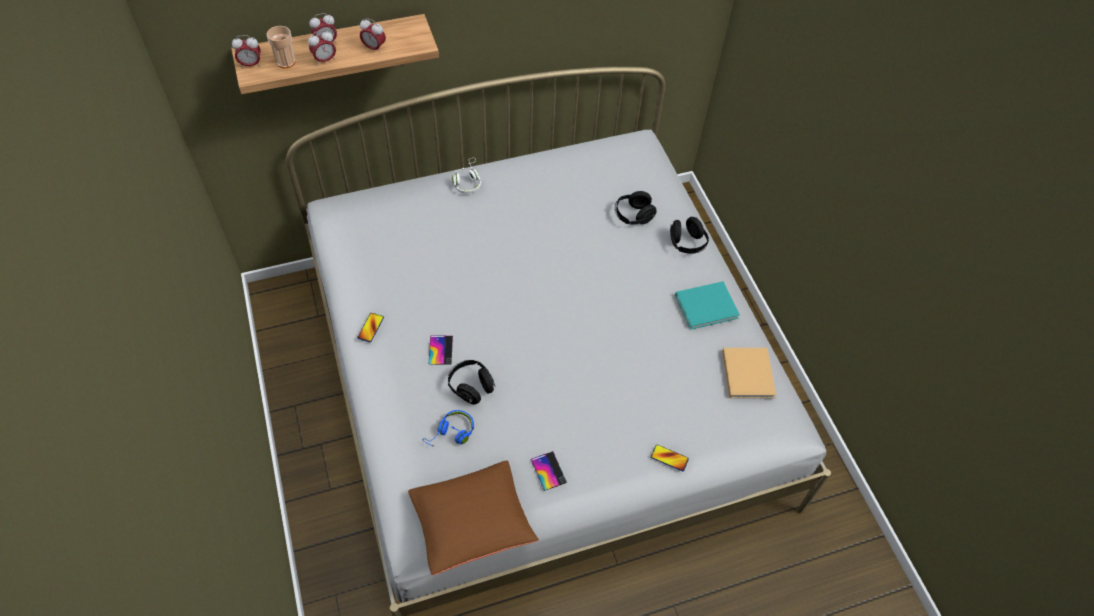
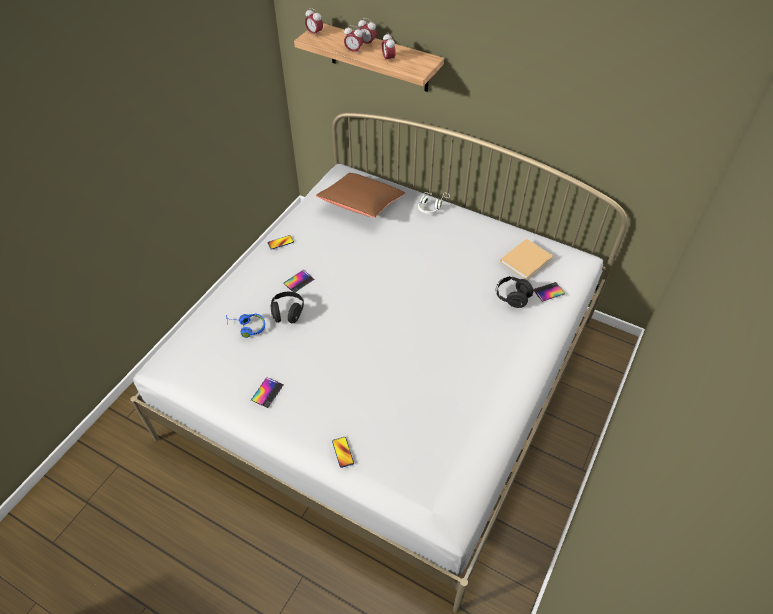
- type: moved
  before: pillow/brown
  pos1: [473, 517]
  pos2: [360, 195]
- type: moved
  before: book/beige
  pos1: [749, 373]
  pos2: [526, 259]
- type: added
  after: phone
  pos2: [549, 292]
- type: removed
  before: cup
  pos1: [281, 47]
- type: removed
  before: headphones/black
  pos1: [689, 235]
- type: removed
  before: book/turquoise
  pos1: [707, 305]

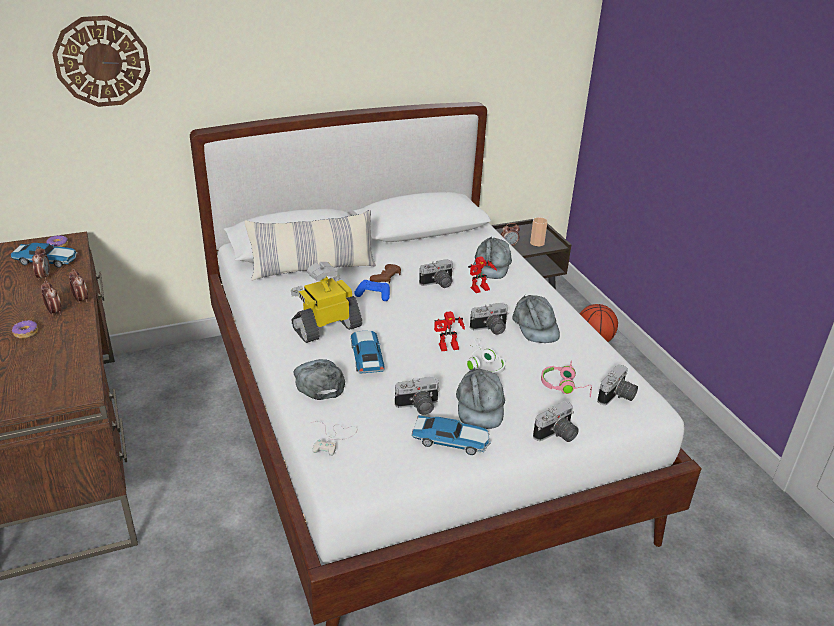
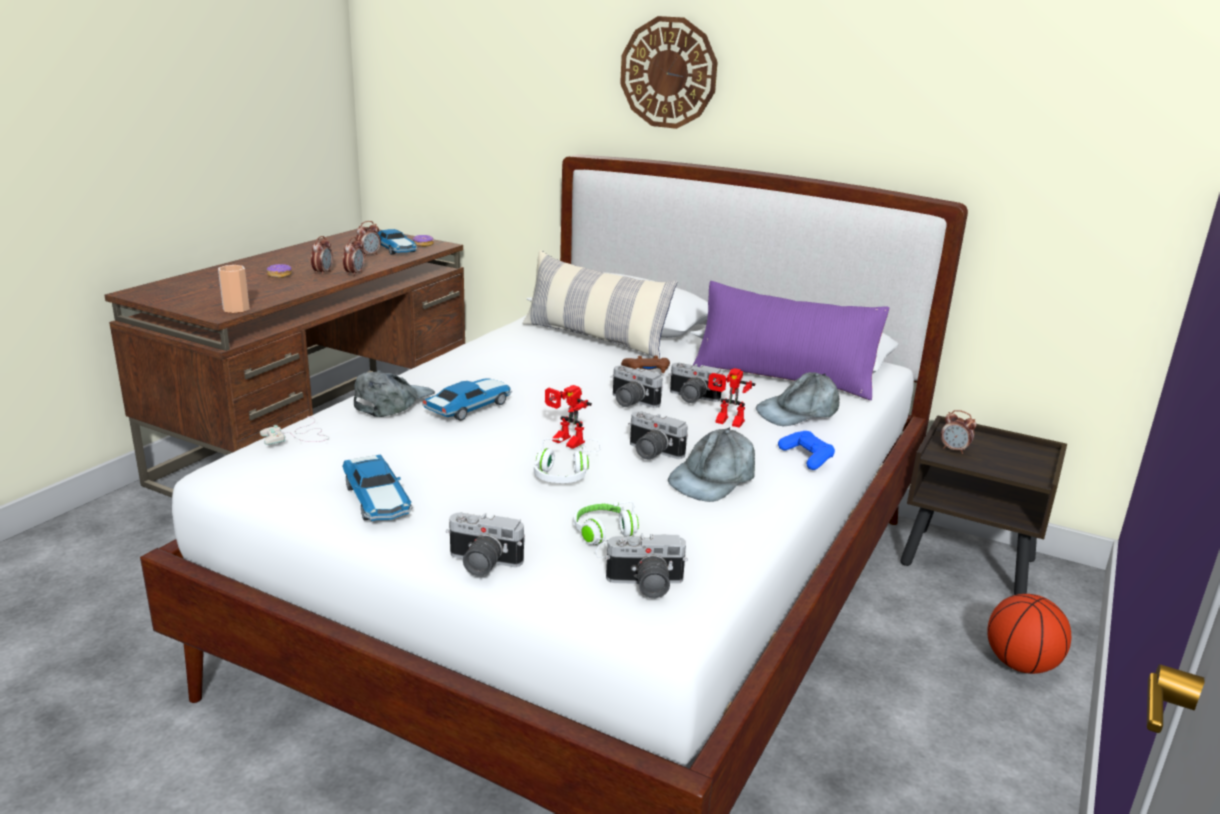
- type: moved
  before: cup
  pos1: [539, 232]
  pos2: [234, 289]
- type: recoloured
  before: headphones/pink
  after: headphones/white
  pos1: [566, 379]
  pos2: [606, 529]
- type: moved
  before: photo camera
  pos1: [417, 395]
  pos2: [637, 386]
- type: moved
  before: wall clock
  pos1: [101, 61]
  pos2: [669, 72]
- type: added
  after: pillow/purple
  pos2: [791, 340]
- type: moved
  before: game controller/blue
  pos1: [372, 290]
  pos2: [806, 450]
- type: removed
  before: toy robot
  pos1: [326, 302]
- type: removed
  before: cap/grey
  pos1: [480, 398]

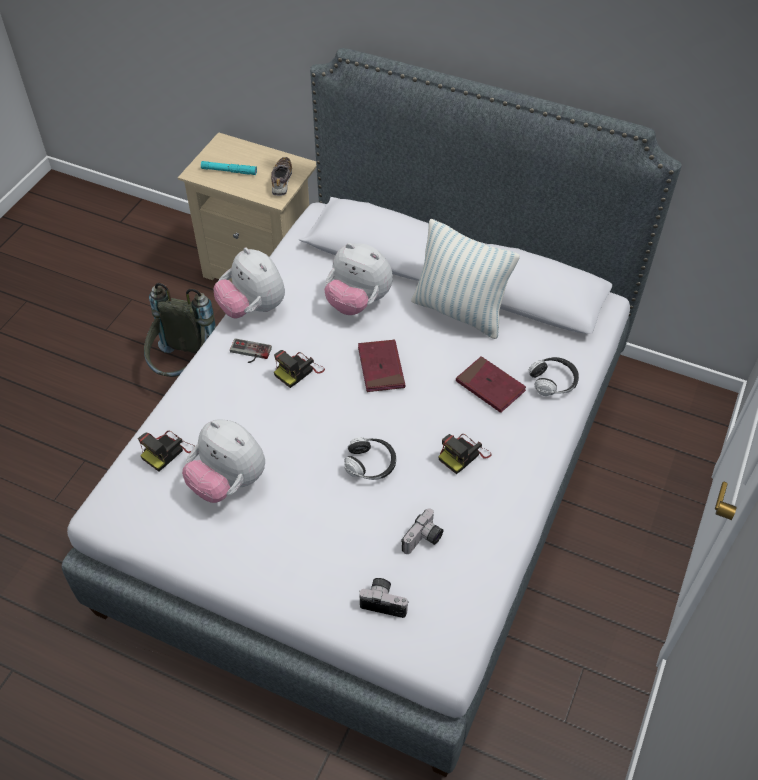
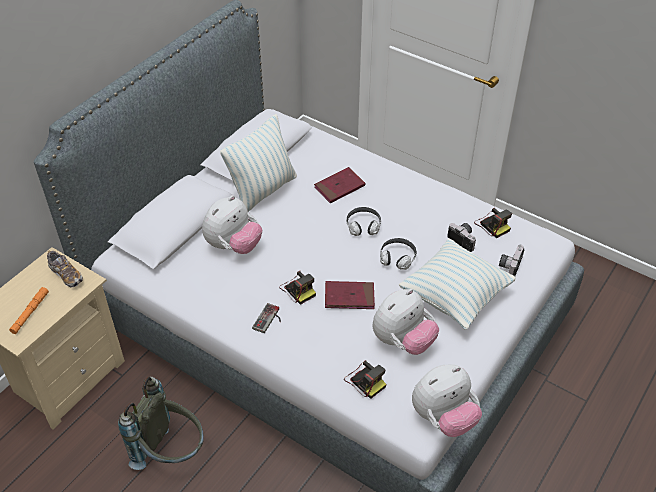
- type: recoloured
  before: flashlight/turquoise
  after: flashlight/orange
  pos1: [229, 168]
  pos2: [29, 310]
- type: turned
  before: shoe
  pos1: [281, 176]
  pos2: [65, 269]
  turn: -150
- type: moved
  before: book/red
  pos1: [381, 366]
  pos2: [350, 295]
- type: moved
  before: headphones
  pos1: [554, 376]
  pos2: [363, 221]
- type: added
  after: pillow
  pos2: [457, 284]
- type: moved
  before: plush toy
  pos1: [249, 283]
  pos2: [447, 401]
- type: moved
  before: photo camera
  pos1: [465, 454]
  pos2: [493, 223]

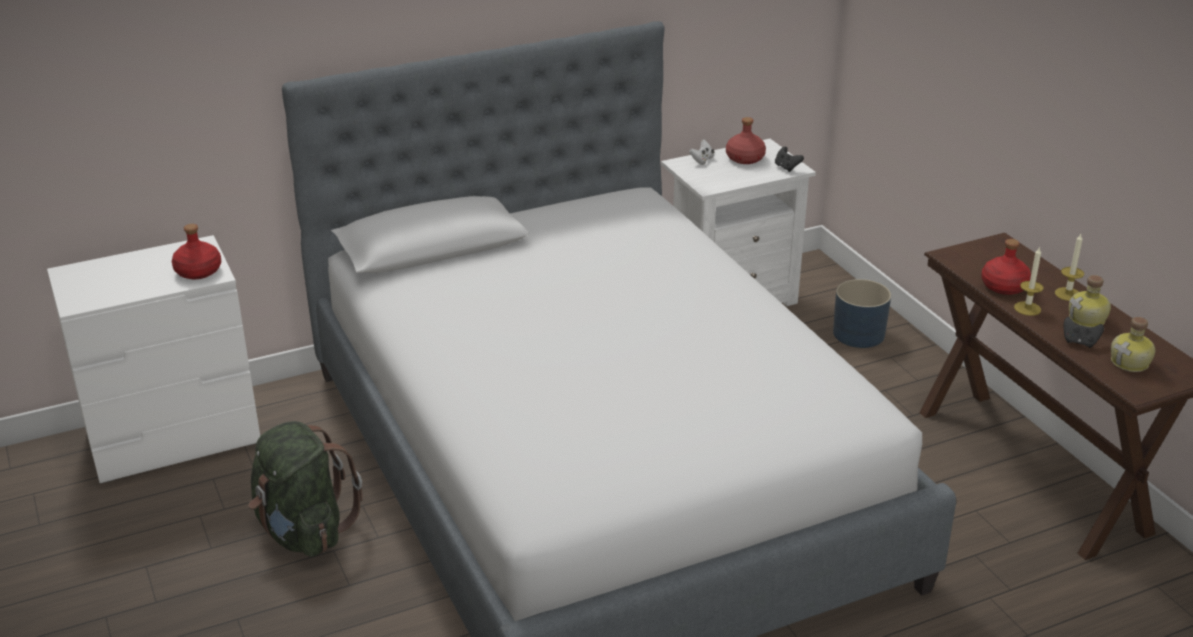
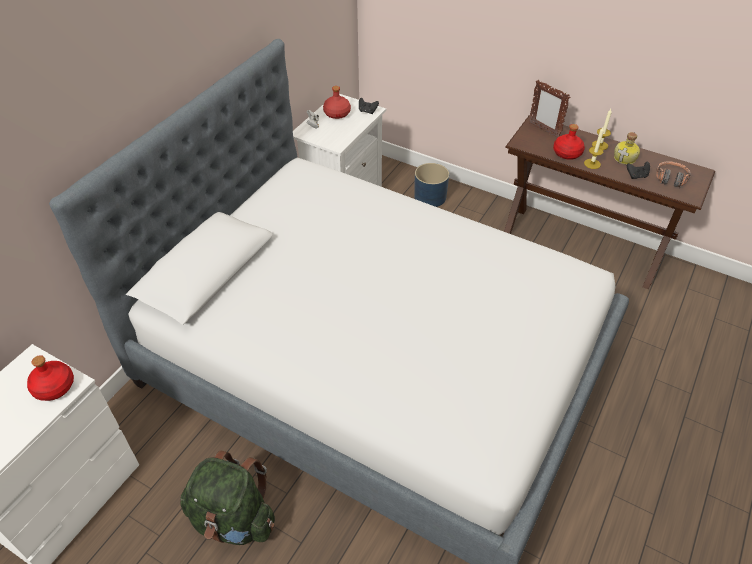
- type: added
  after: picture frame
  pos2: [549, 109]
- type: replaced
  before: bottle
  after: headphones
  pos1: [1133, 344]
  pos2: [673, 175]

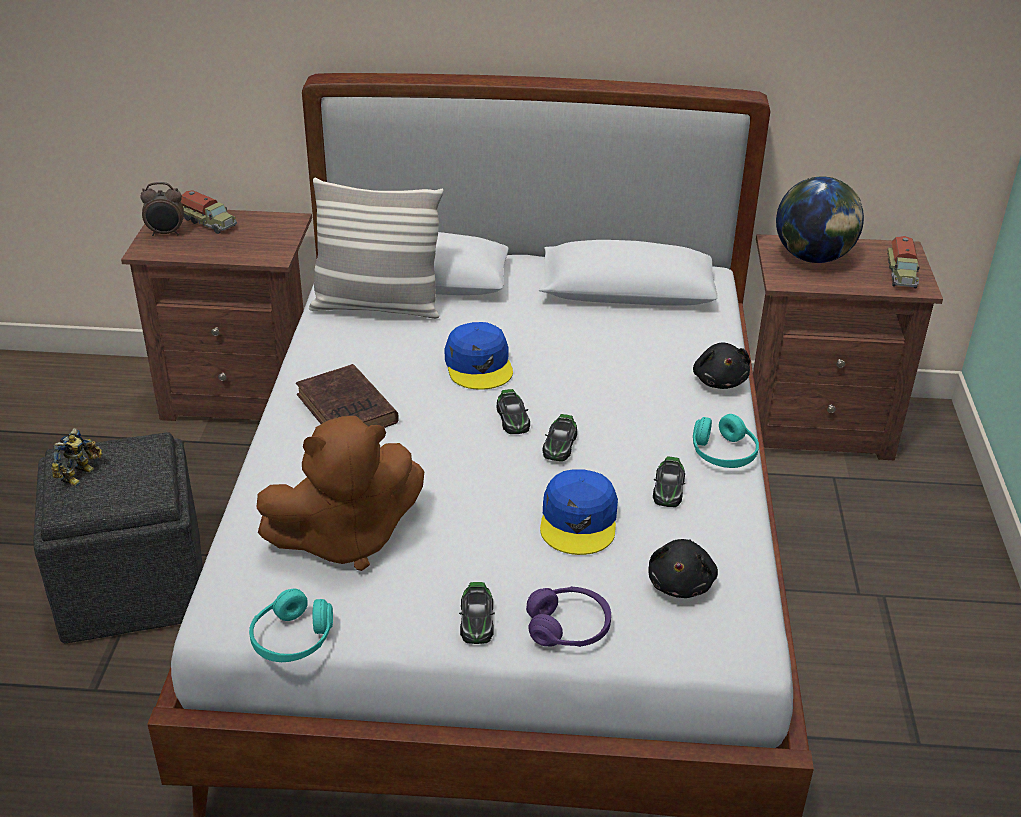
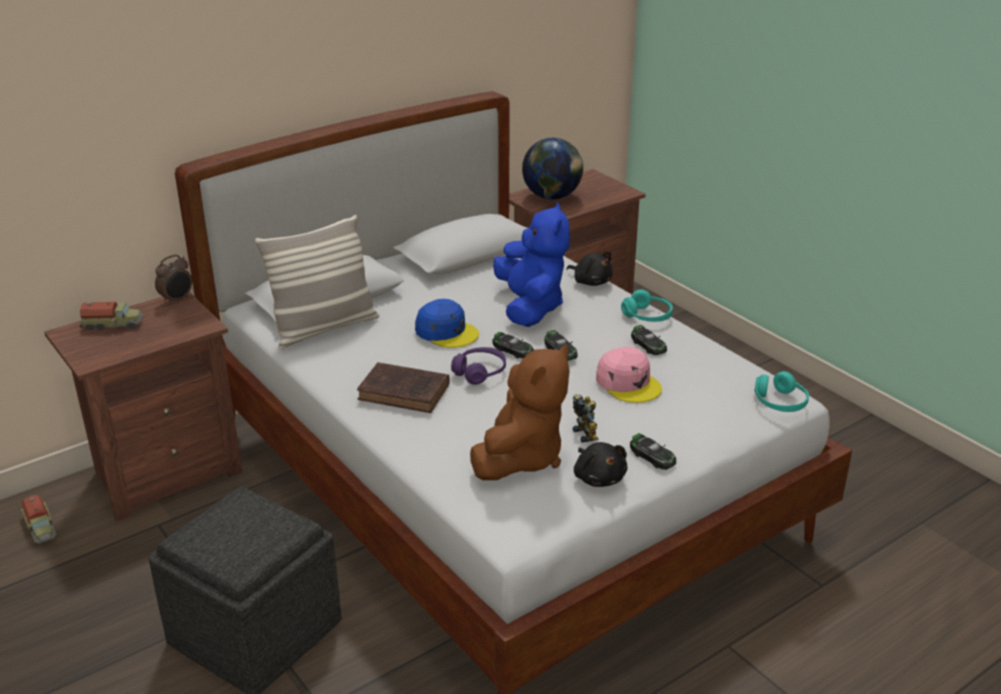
- type: moved
  before: toy truck
  pos1: [903, 262]
  pos2: [38, 520]
- type: moved
  before: alarm clock
  pos1: [162, 209]
  pos2: [173, 279]
- type: moved
  before: headphones/purple
  pos1: [568, 616]
  pos2: [478, 366]
- type: added
  after: plush toy/blue
  pos2: [531, 265]
- type: moved
  before: toy robot
  pos1: [76, 457]
  pos2: [586, 418]
- type: moved
  before: plush toy/black
  pos1: [683, 568]
  pos2: [600, 464]
- type: recoloured
  before: cap/blue
  after: cap/pink
  pos1: [579, 512]
  pos2: [629, 375]
- type: moved
  before: headphones/turquoise
  pos1: [291, 625]
  pos2: [781, 391]

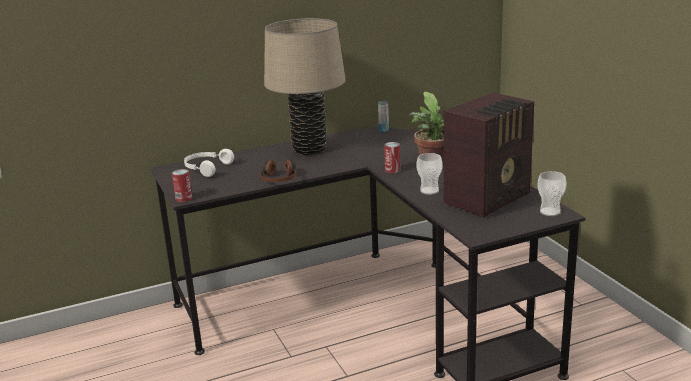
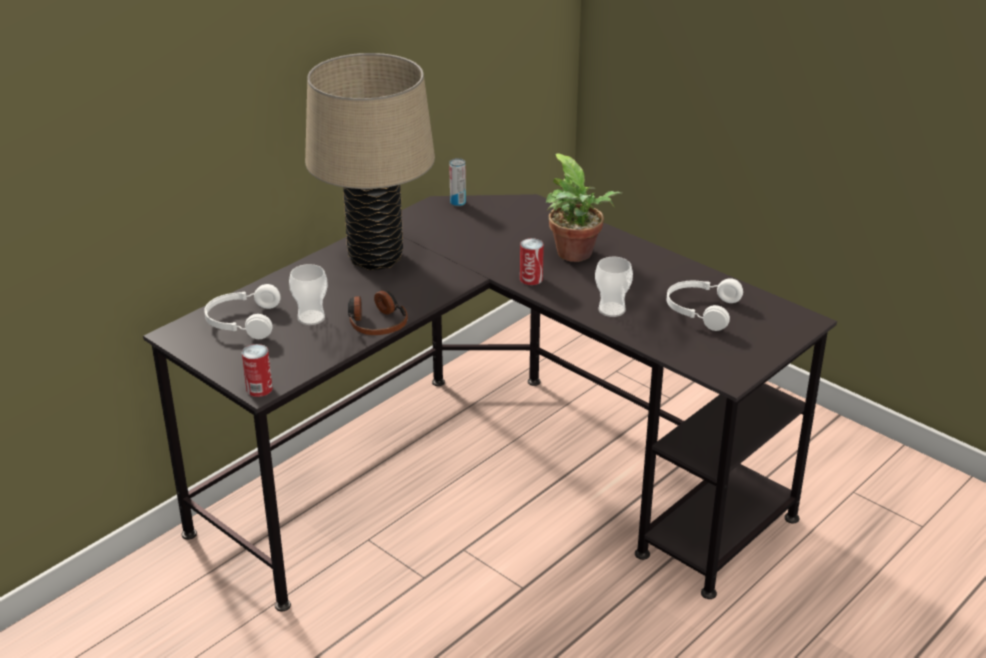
- type: moved
  before: cup
  pos1: [551, 193]
  pos2: [308, 294]
- type: replaced
  before: radio
  after: headphones/white
  pos1: [489, 155]
  pos2: [705, 304]

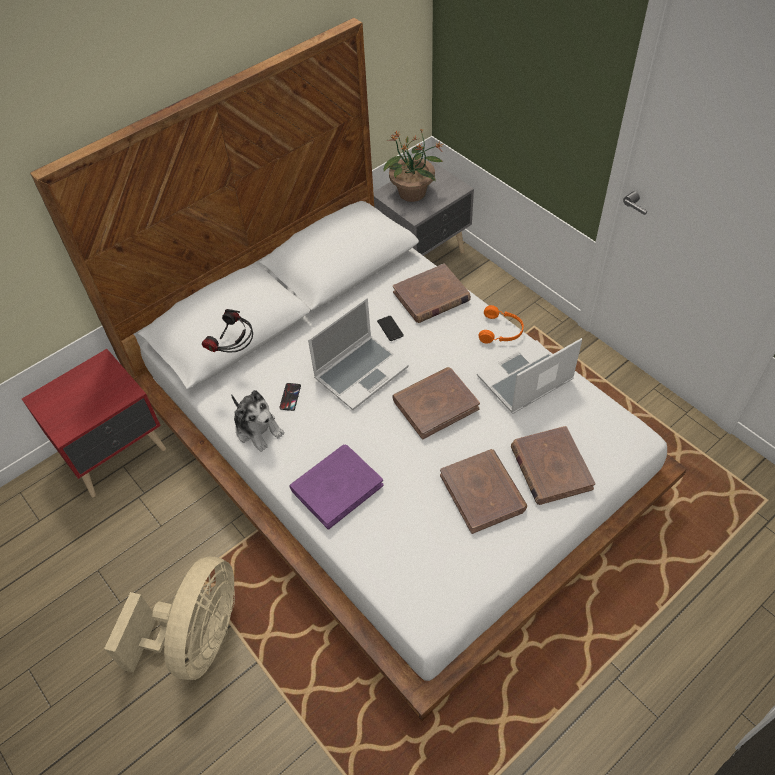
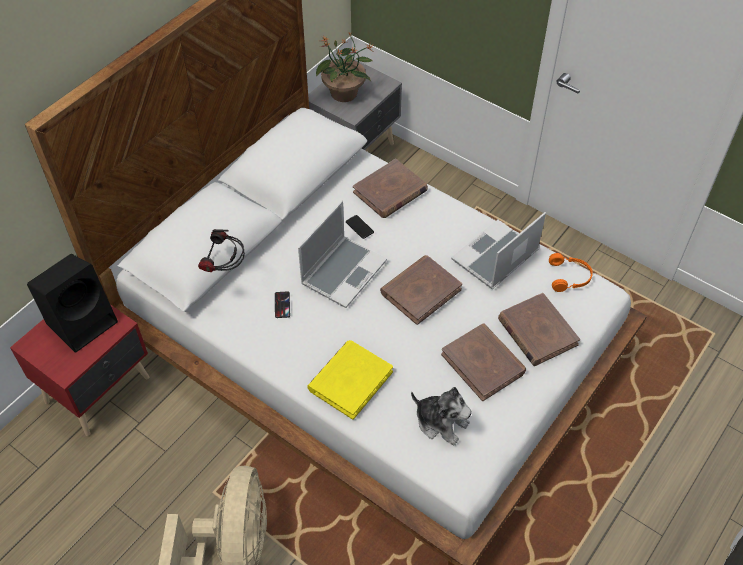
- type: added
  after: speaker/black
  pos2: [72, 303]
- type: recoloured
  before: book/purple
  after: book/yellow
  pos1: [337, 487]
  pos2: [350, 380]
- type: moved
  before: plush toy
  pos1: [257, 421]
  pos2: [441, 416]
- type: moved
  before: headphones/orange
  pos1: [501, 324]
  pos2: [571, 272]

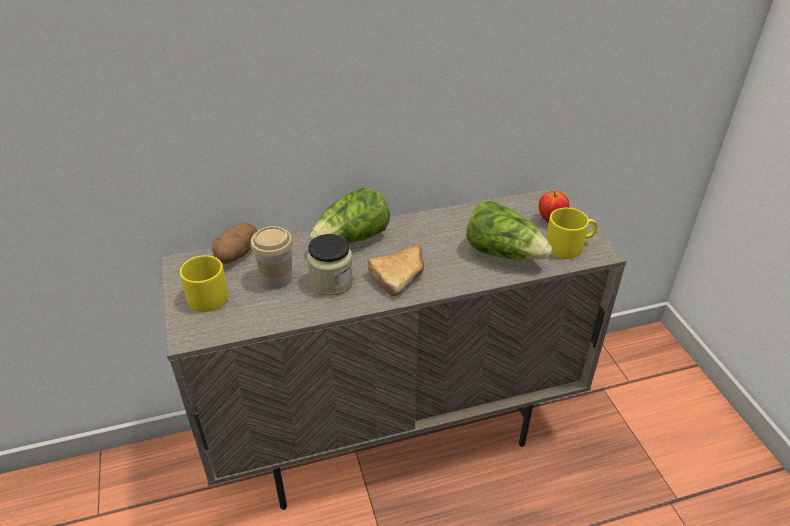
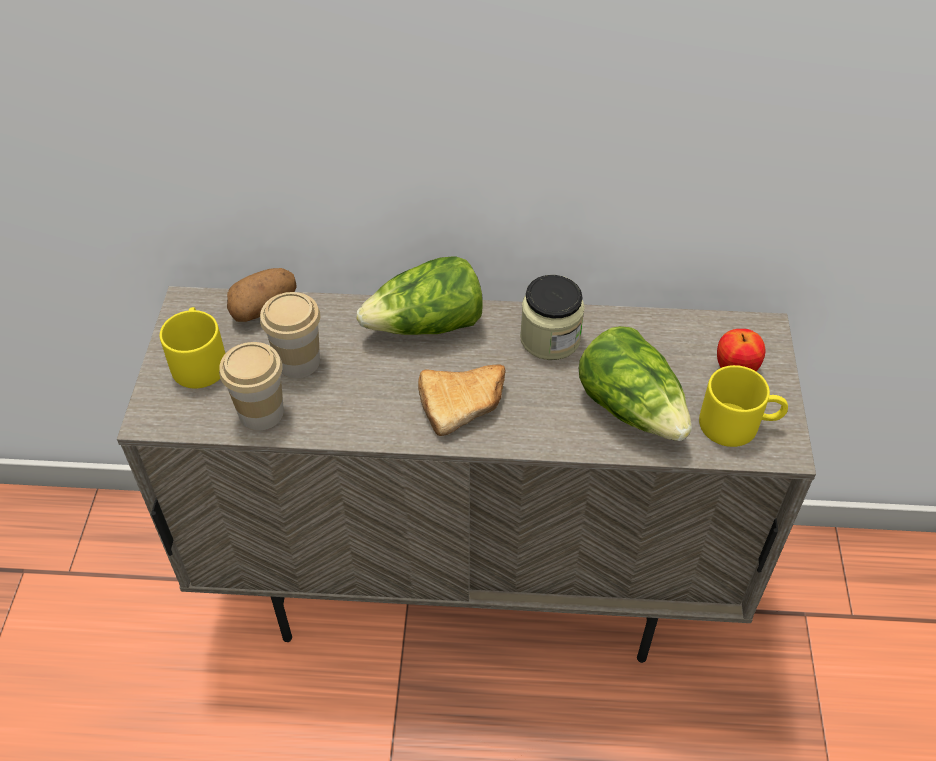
- type: added
  after: cup
  pos2: [251, 386]
- type: moved
  before: jar
  pos1: [330, 265]
  pos2: [552, 317]

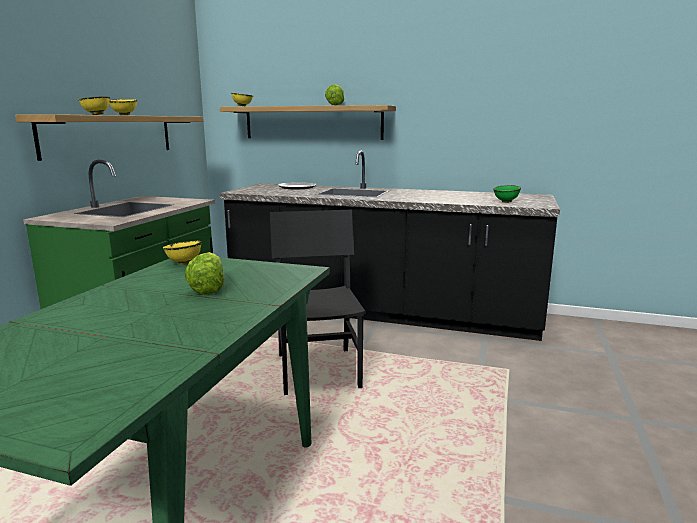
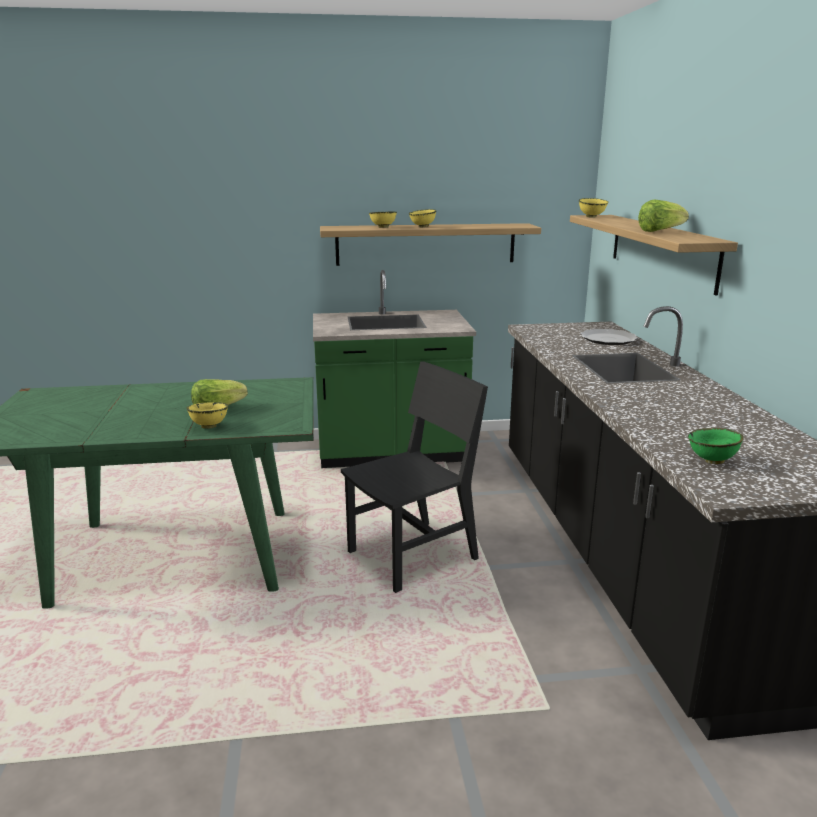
- type: moved
  before: bowl/yellow
  pos1: [182, 252]
  pos2: [207, 415]

